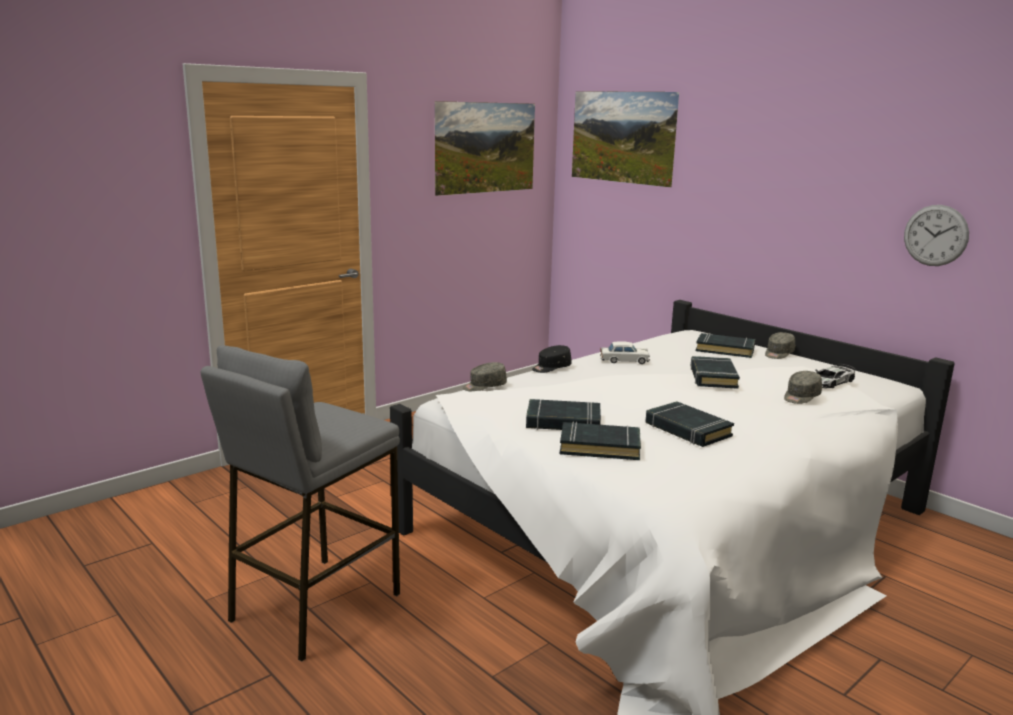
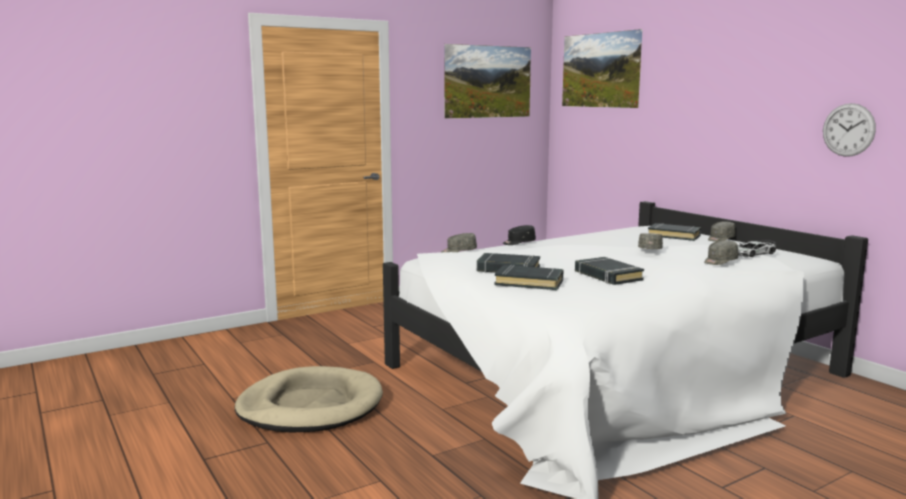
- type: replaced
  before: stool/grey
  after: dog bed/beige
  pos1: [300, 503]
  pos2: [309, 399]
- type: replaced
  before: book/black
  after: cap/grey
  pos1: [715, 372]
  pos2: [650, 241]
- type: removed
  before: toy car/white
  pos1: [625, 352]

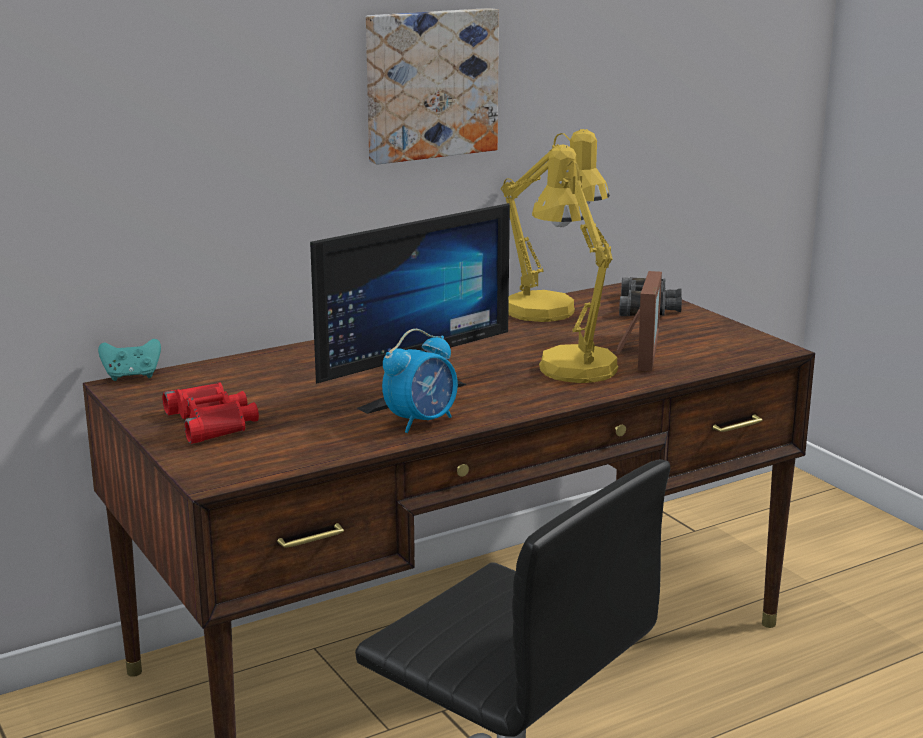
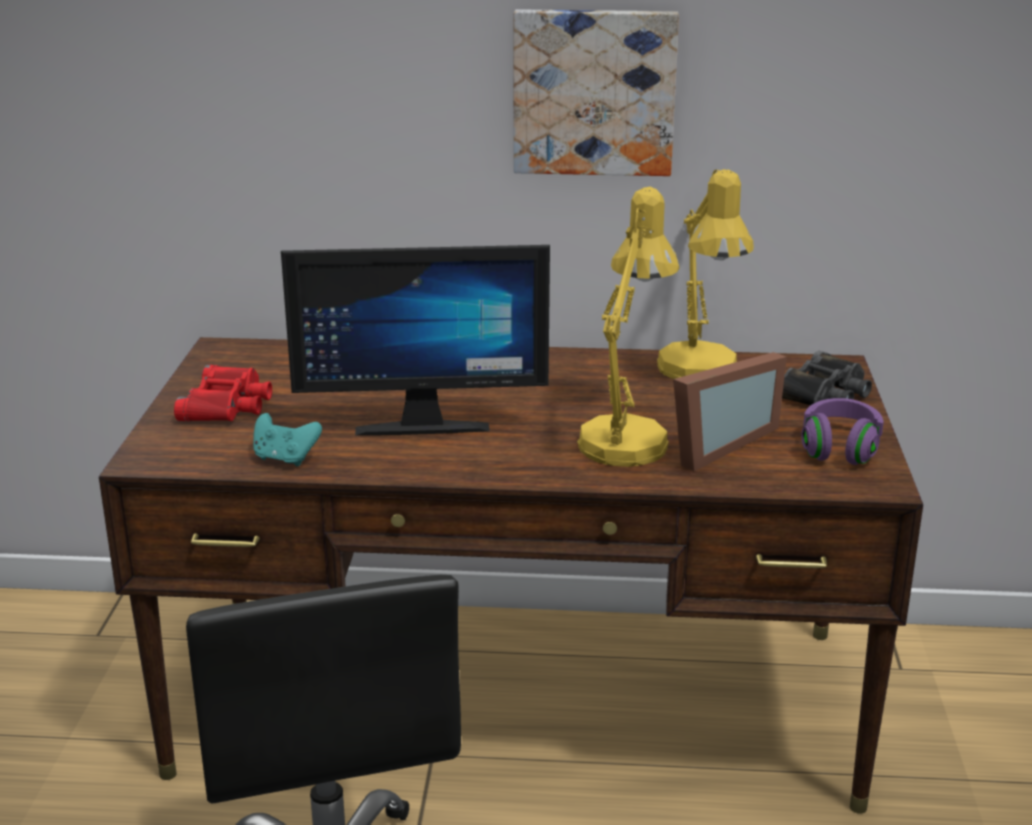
- type: moved
  before: game controller/turquoise
  pos1: [129, 360]
  pos2: [287, 439]
- type: added
  after: headphones/purple
  pos2: [842, 431]
- type: removed
  before: alarm clock
  pos1: [420, 381]

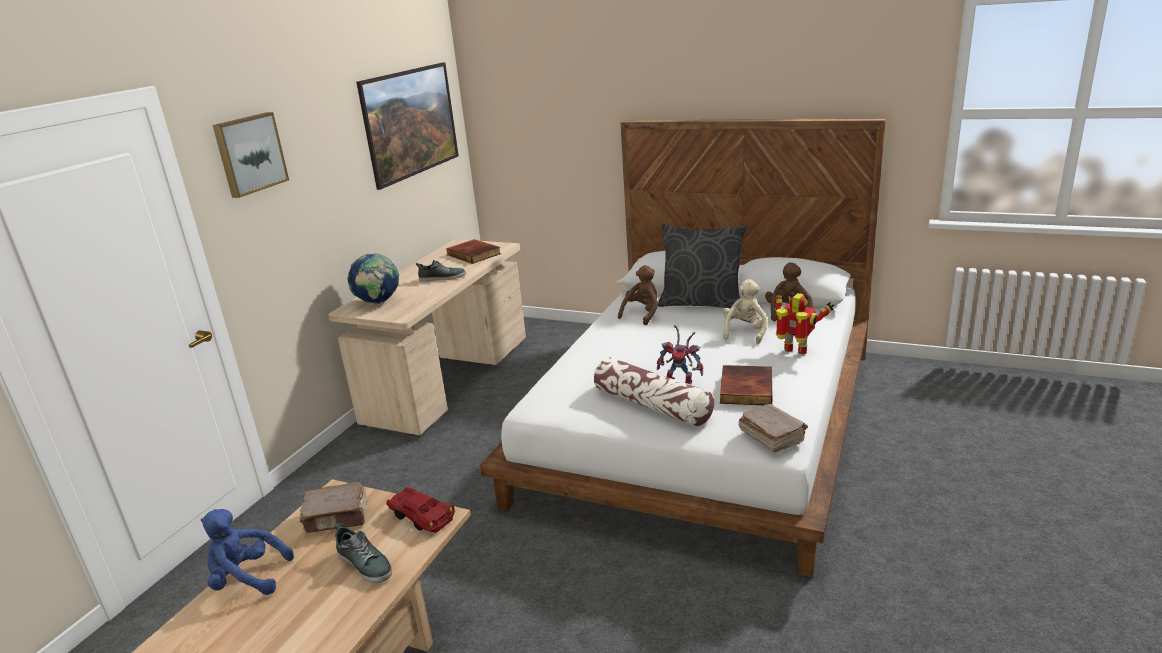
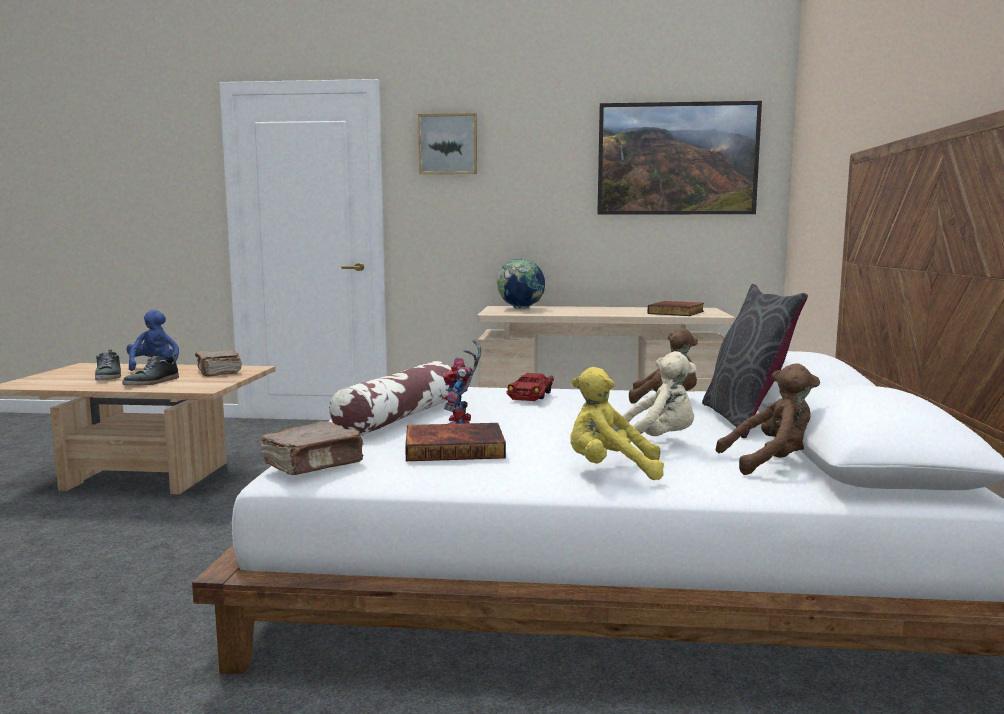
- type: moved
  before: shoe
  pos1: [441, 271]
  pos2: [108, 365]
- type: moved
  before: toy car/red
  pos1: [420, 510]
  pos2: [530, 387]
- type: replaced
  before: toy robot
  after: plush toy/yellow
  pos1: [804, 322]
  pos2: [617, 423]

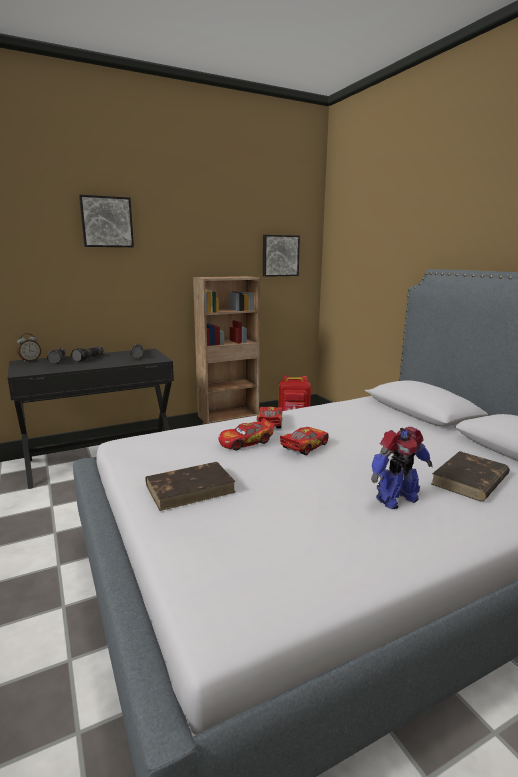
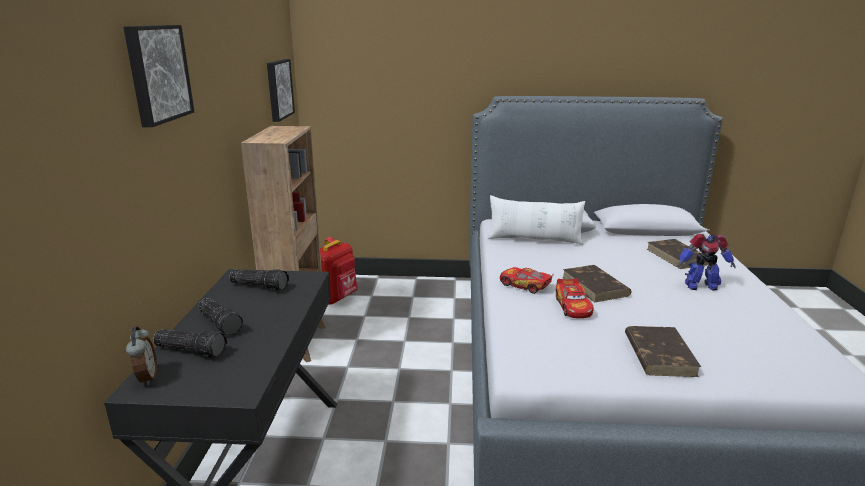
- type: added
  after: pillow/white
  pos2: [536, 220]
- type: replaced
  before: toy car
  after: book/brown
  pos1: [304, 441]
  pos2: [596, 284]
- type: turned
  before: toy robot
  pos1: [401, 468]
  pos2: [706, 262]
  turn: 90

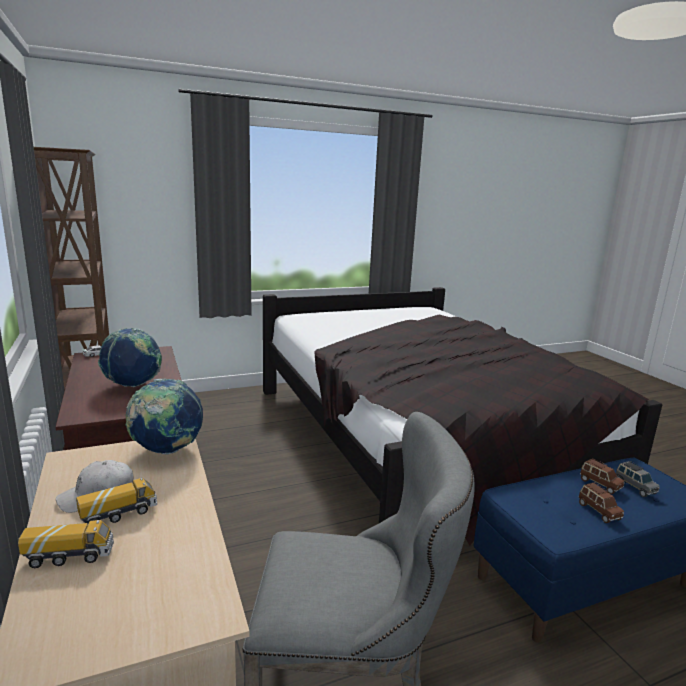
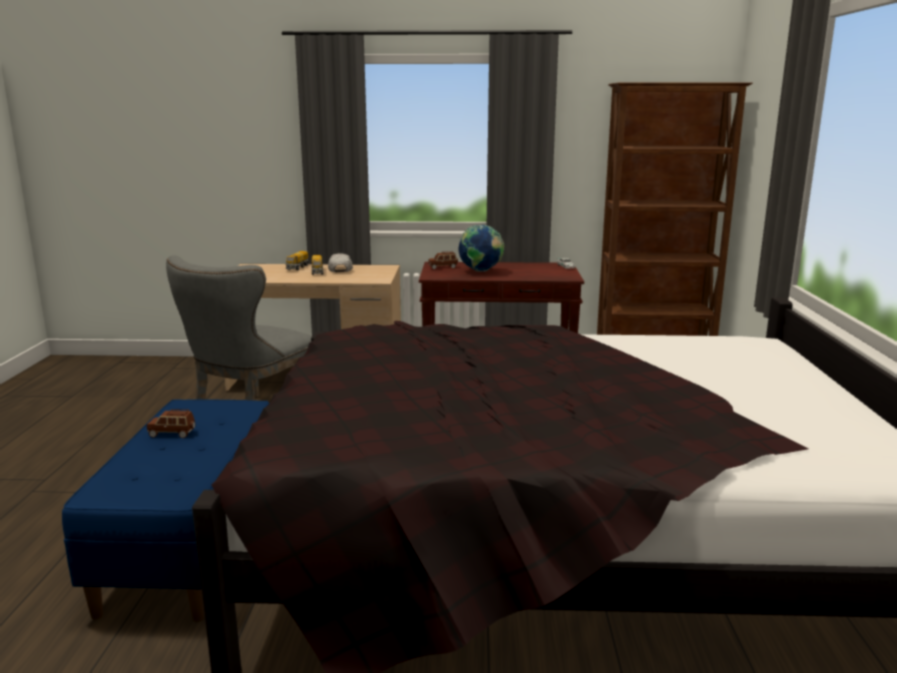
- type: moved
  before: toy car/brown
  pos1: [602, 476]
  pos2: [443, 260]
- type: removed
  before: globe
  pos1: [164, 416]
- type: removed
  before: toy car/grey
  pos1: [638, 479]

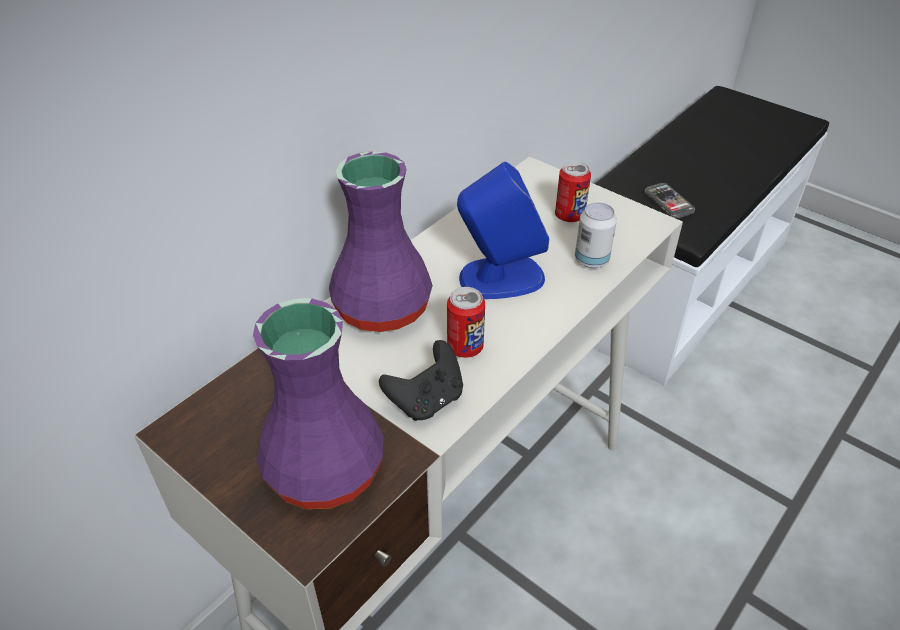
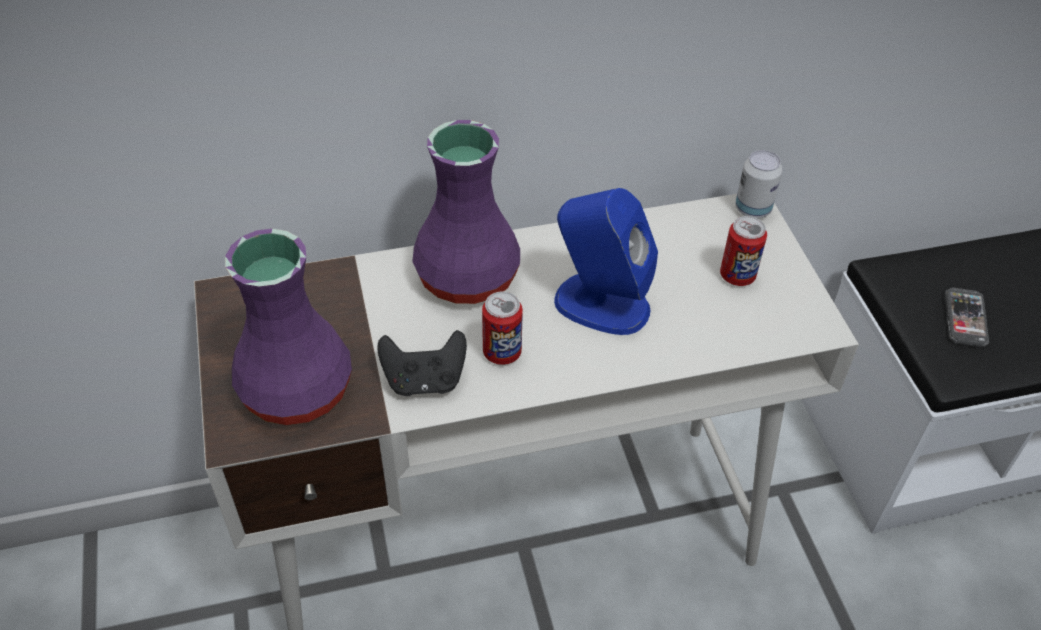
- type: moved
  before: can
  pos1: [596, 235]
  pos2: [759, 184]

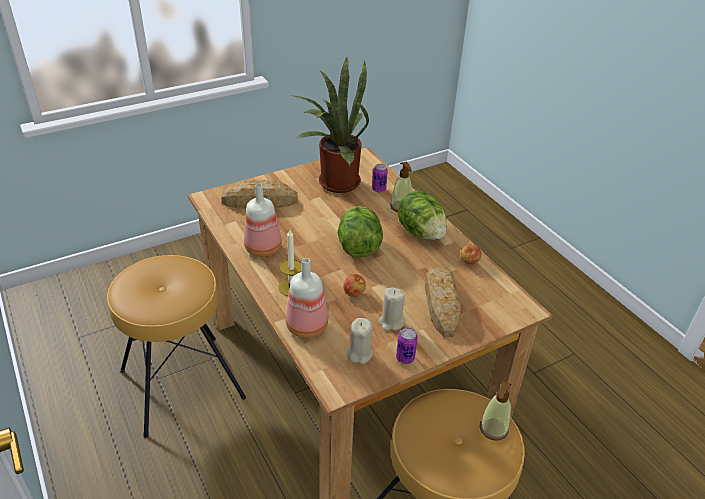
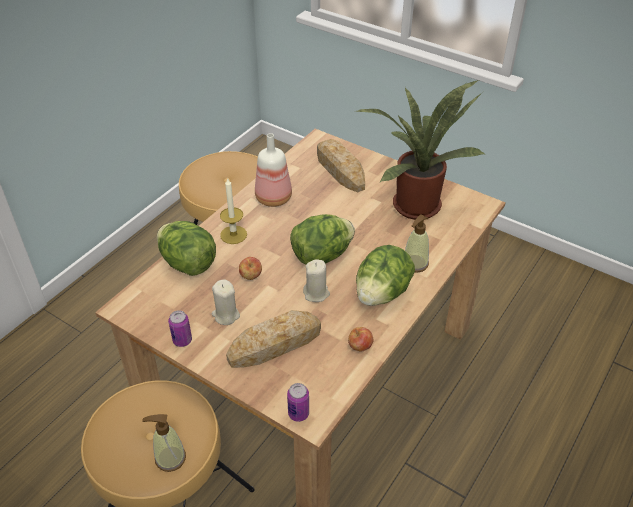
- type: replaced
  before: bottle
  after: lettuce
  pos1: [307, 298]
  pos2: [186, 248]
- type: moved
  before: can
  pos1: [380, 178]
  pos2: [298, 402]
- type: moved
  before: candle/beige
  pos1: [360, 341]
  pos2: [316, 280]

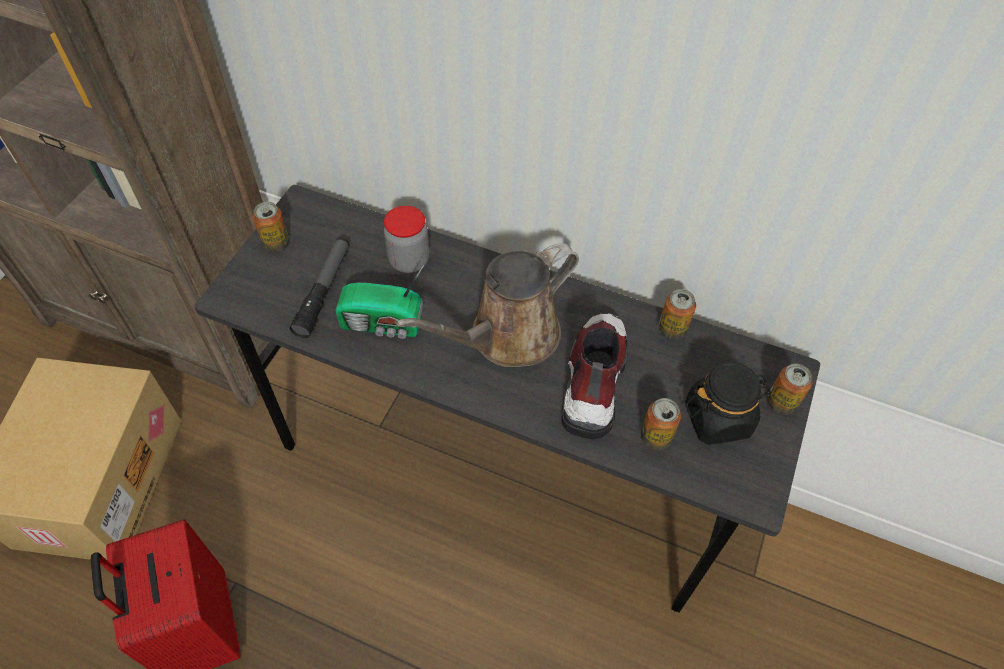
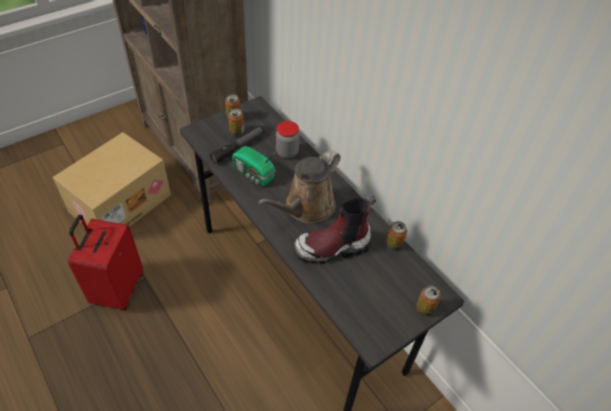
- type: moved
  before: can
  pos1: [661, 424]
  pos2: [236, 122]
- type: turned
  before: watering can/brown
  pos1: [487, 305]
  pos2: [299, 186]
  turn: -45
- type: turned
  before: boot
  pos1: [594, 376]
  pos2: [335, 230]
  turn: -150
- type: removed
  before: jar/black
  pos1: [728, 403]

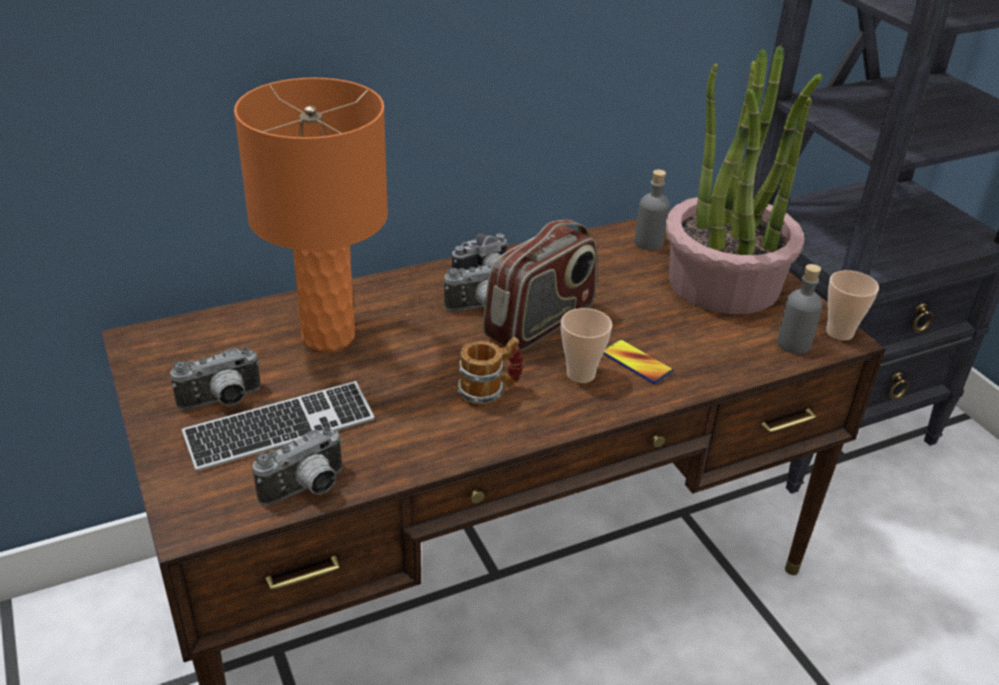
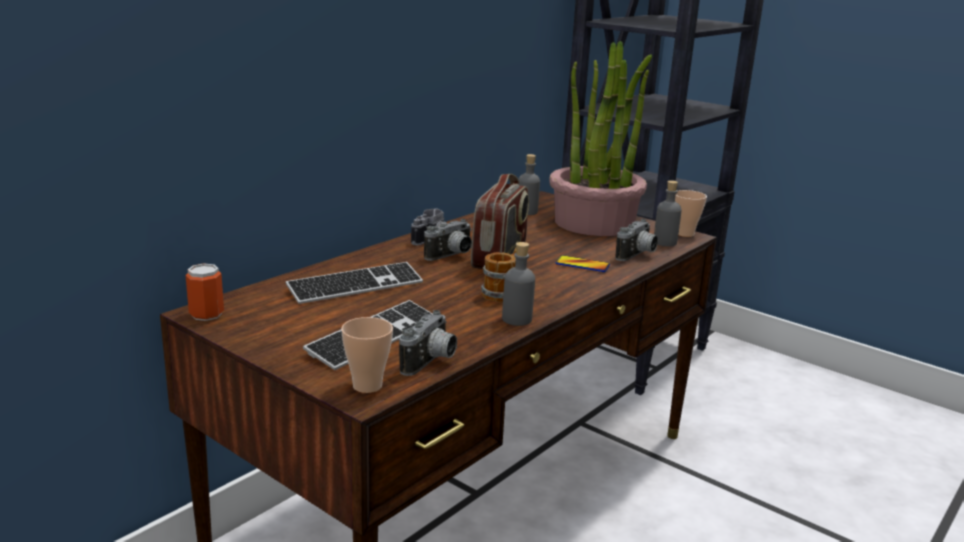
- type: added
  after: can
  pos2: [205, 292]
- type: replaced
  before: table lamp/orange
  after: keyboard
  pos1: [311, 214]
  pos2: [354, 283]
- type: moved
  before: cup
  pos1: [586, 345]
  pos2: [367, 355]
- type: added
  after: bottle/grey
  pos2: [518, 284]
- type: moved
  before: photo camera
  pos1: [215, 378]
  pos2: [636, 240]

